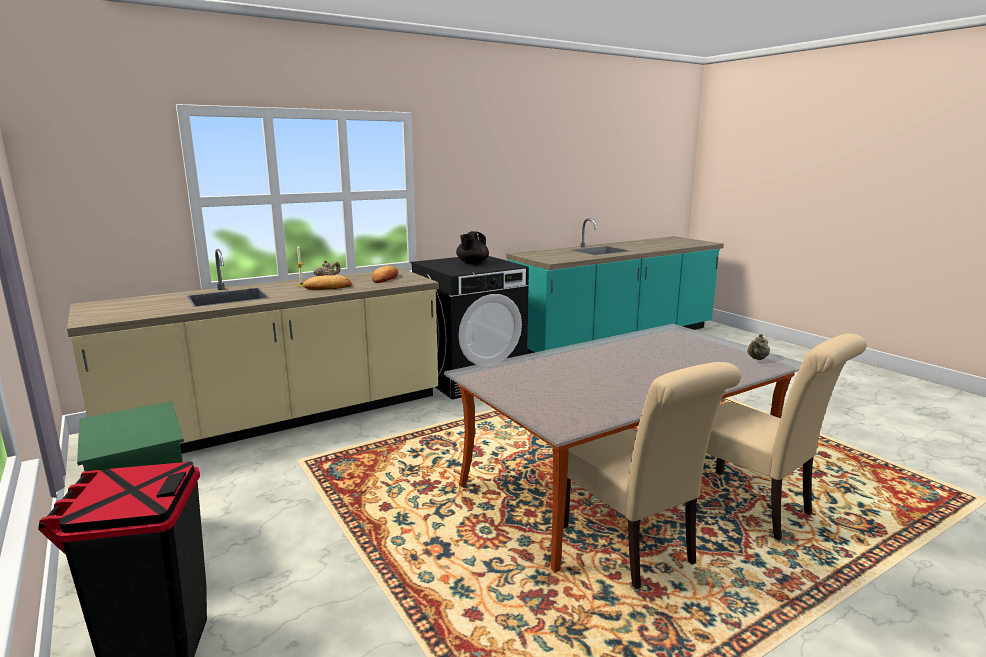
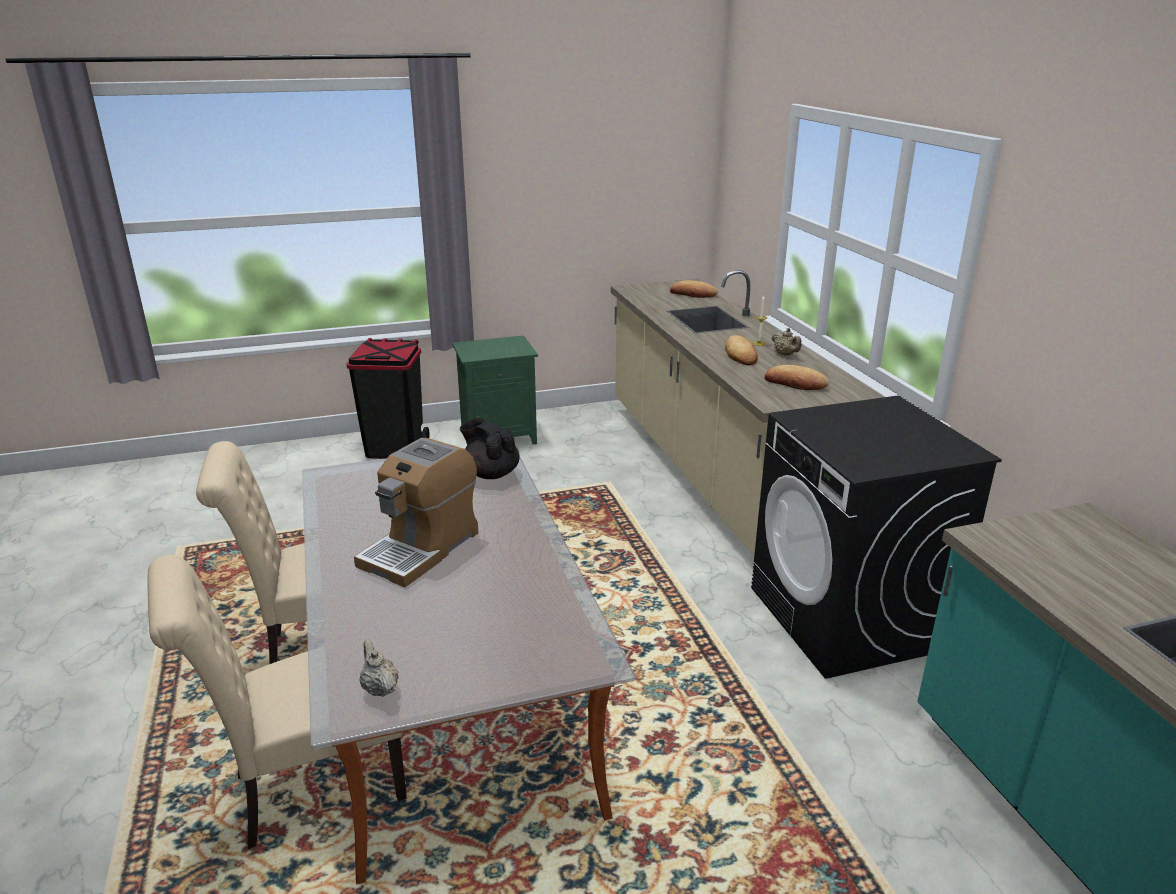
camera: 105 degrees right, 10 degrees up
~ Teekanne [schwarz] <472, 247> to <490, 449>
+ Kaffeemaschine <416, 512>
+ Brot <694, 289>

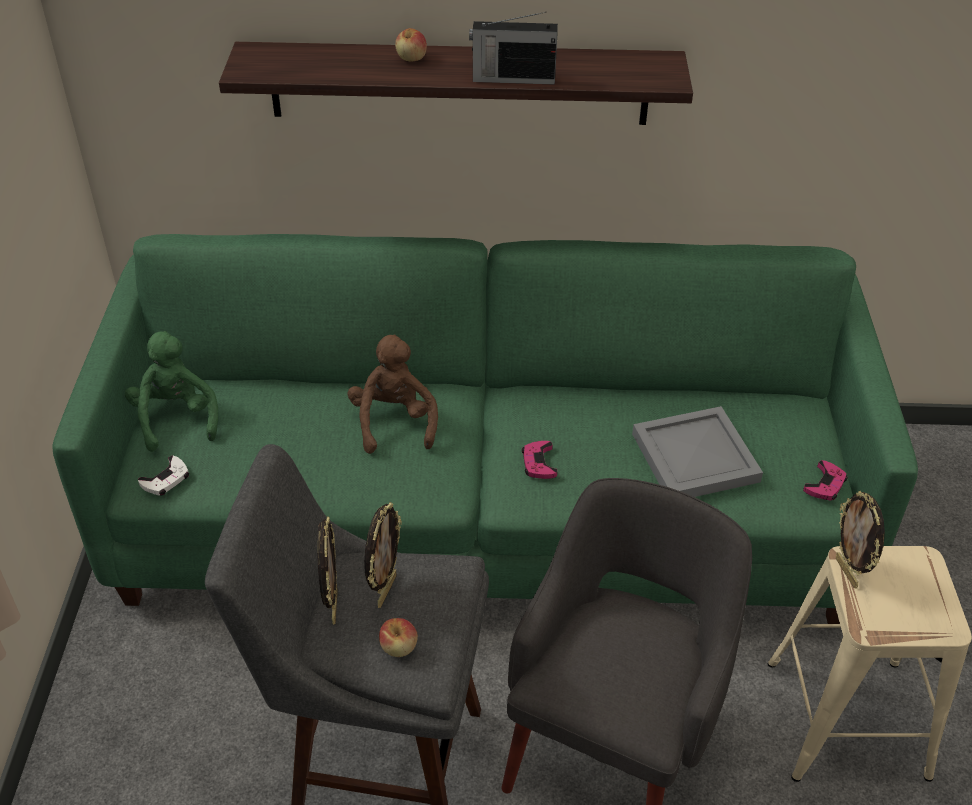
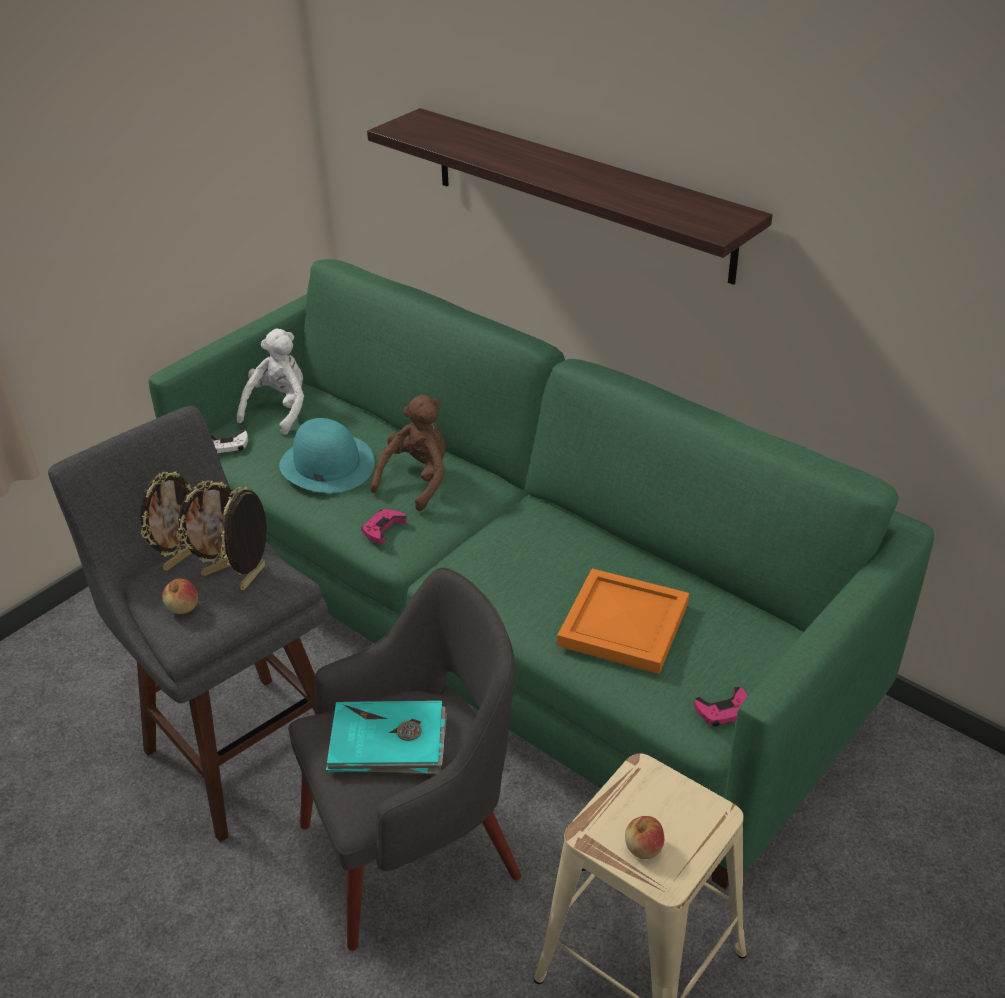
camera: 40 degrees right, 5 degrees down
~ Plüschtier [grün] <171, 391> to Plüschtier [weiß] <270, 382>
~ Apfel <411, 44> to <644, 837>
- Radio <513, 48>
~ Gamepad [rosa] <539, 460> to <384, 526>
~ Tablett [grau] <697, 451> to Tablett [orange] <623, 621>
~ Bilderrahmen <860, 540> to <244, 538>
+ Hut [türkis] <327, 455>
+ Buch [türkis] <386, 737>

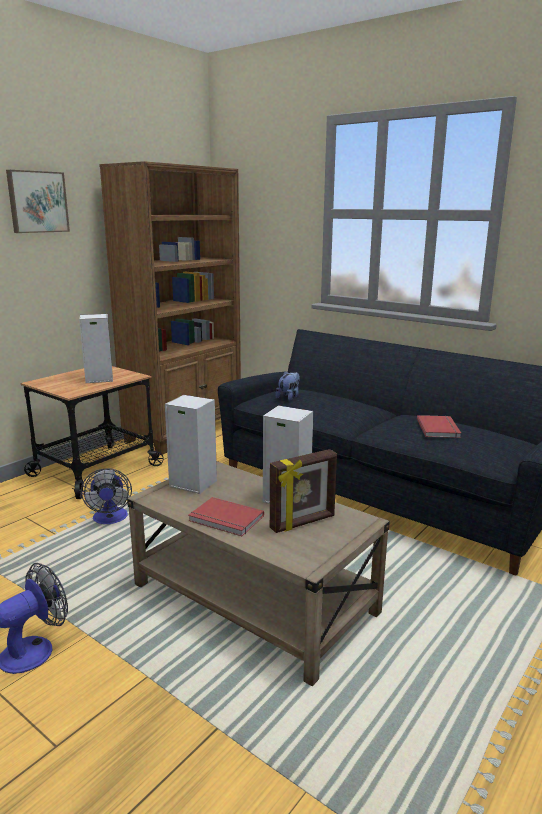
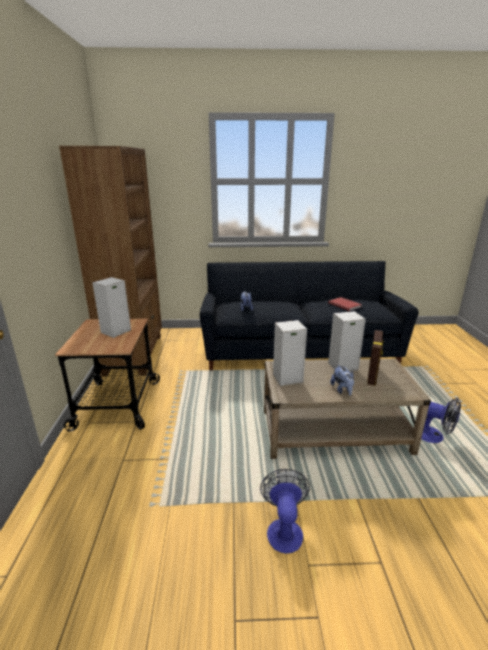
camera: 40 degrees left, 5 degrees up
- Bild <38, 201>
~ Ventilator <106, 496> to <441, 420>
~ Buch [rot] <226, 516> to Plüschtier <342, 380>

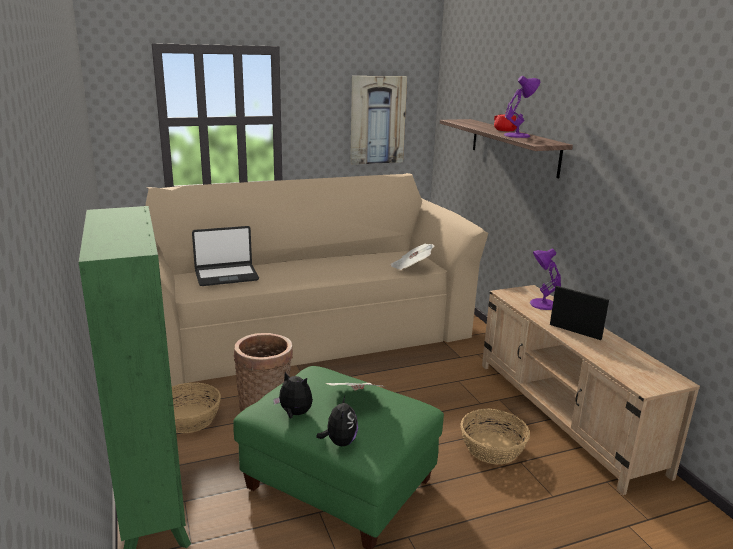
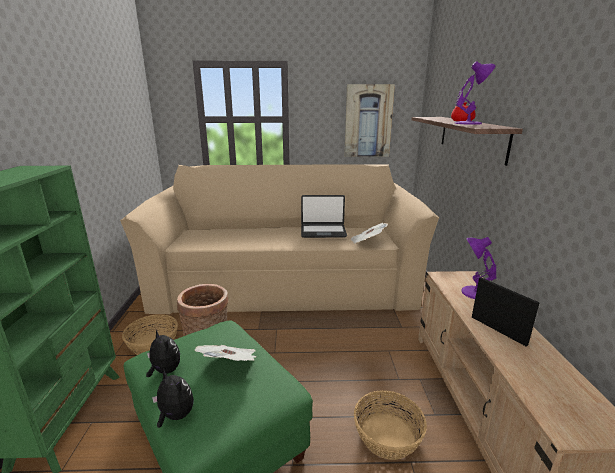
camera: 20 degrees right, 0 degrees up
~ Laptop <225, 256> to <324, 216>
~ Plüschtier <337, 421> = <173, 398> 75 degrees counterclockwise

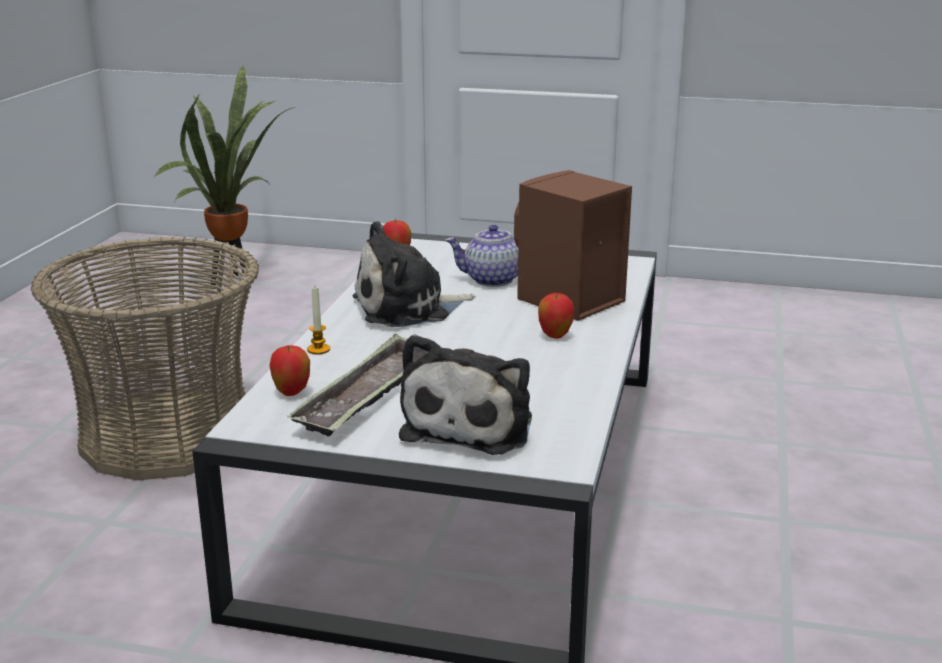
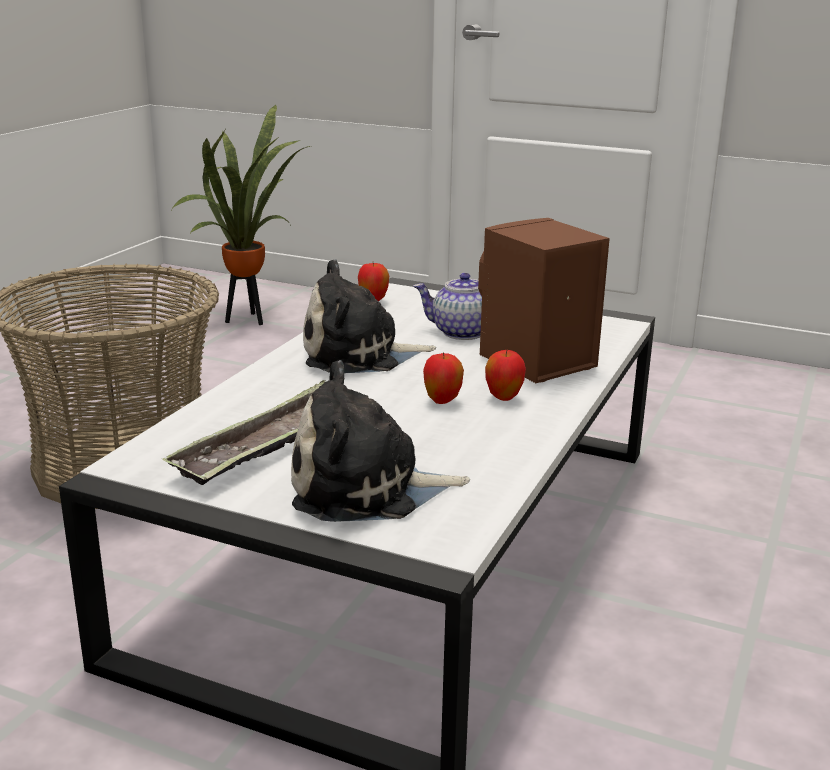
camera: 10 degrees right, 0 degrees up
~ Apfel <289, 370> to <443, 378>
- Kerze <318, 320>
~ Plüschtier <465, 394> = <380, 441> 60 degrees clockwise

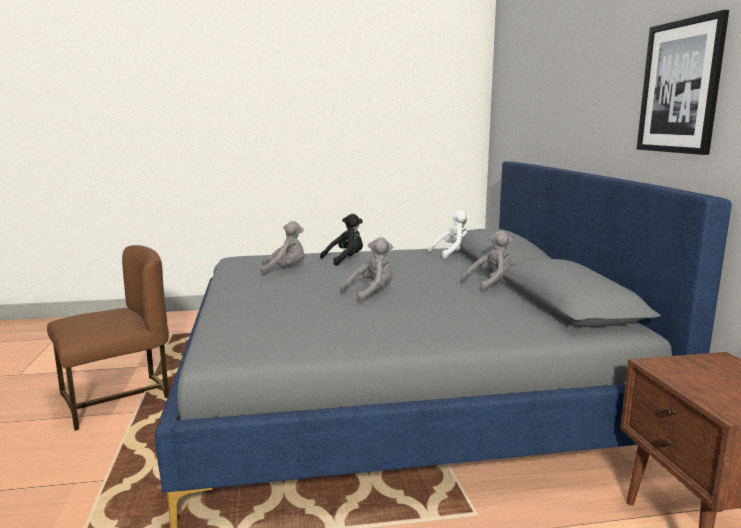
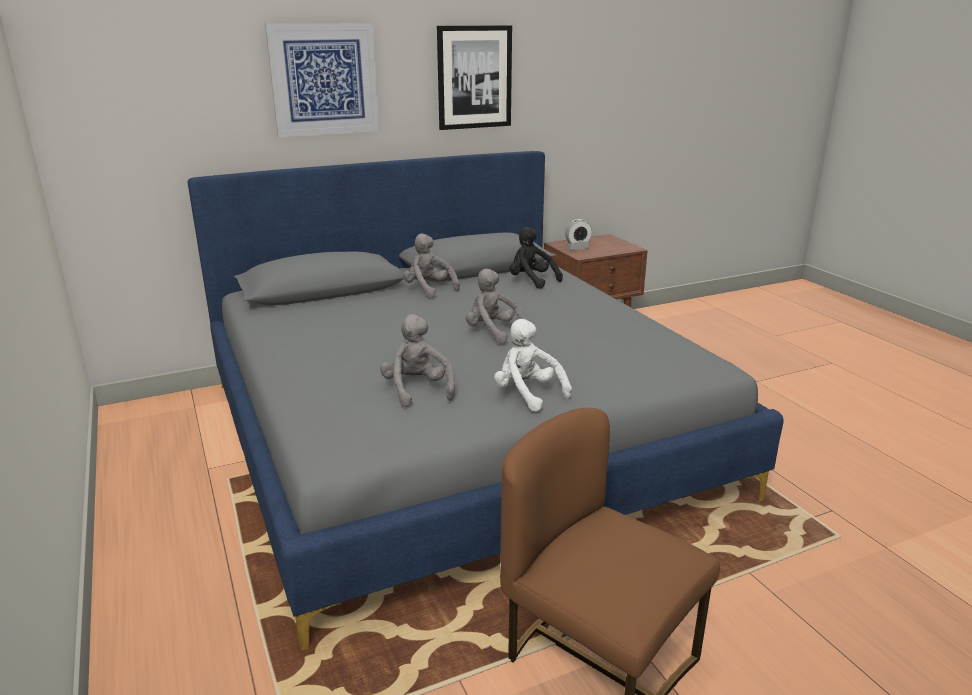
camera: 105 degrees left, 10 degrees up
~ Plüschtier [schwarz] <341, 240> to <536, 258>
~ Plüschtier [weiß] <449, 234> to <533, 365>
+ Bild <322, 80>
+ Wecker <578, 234>

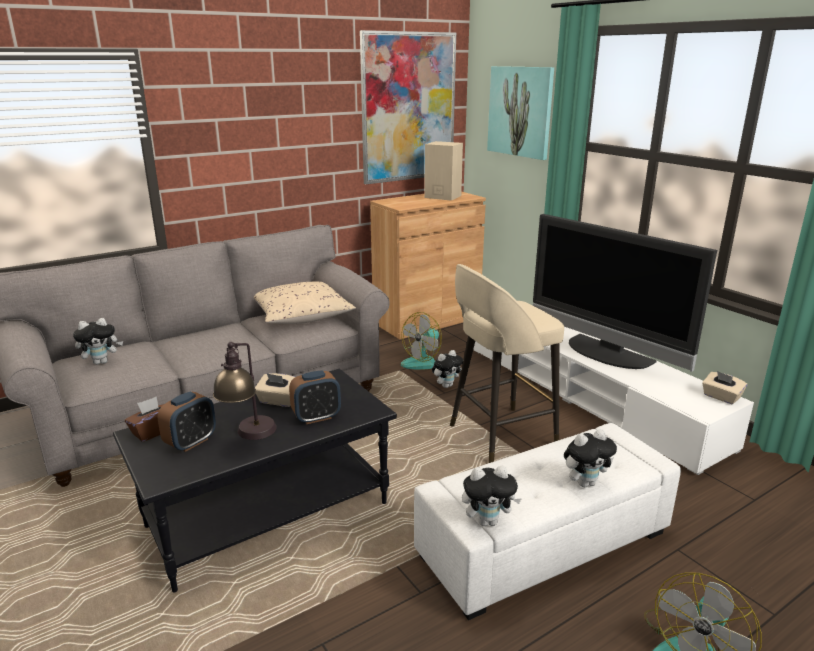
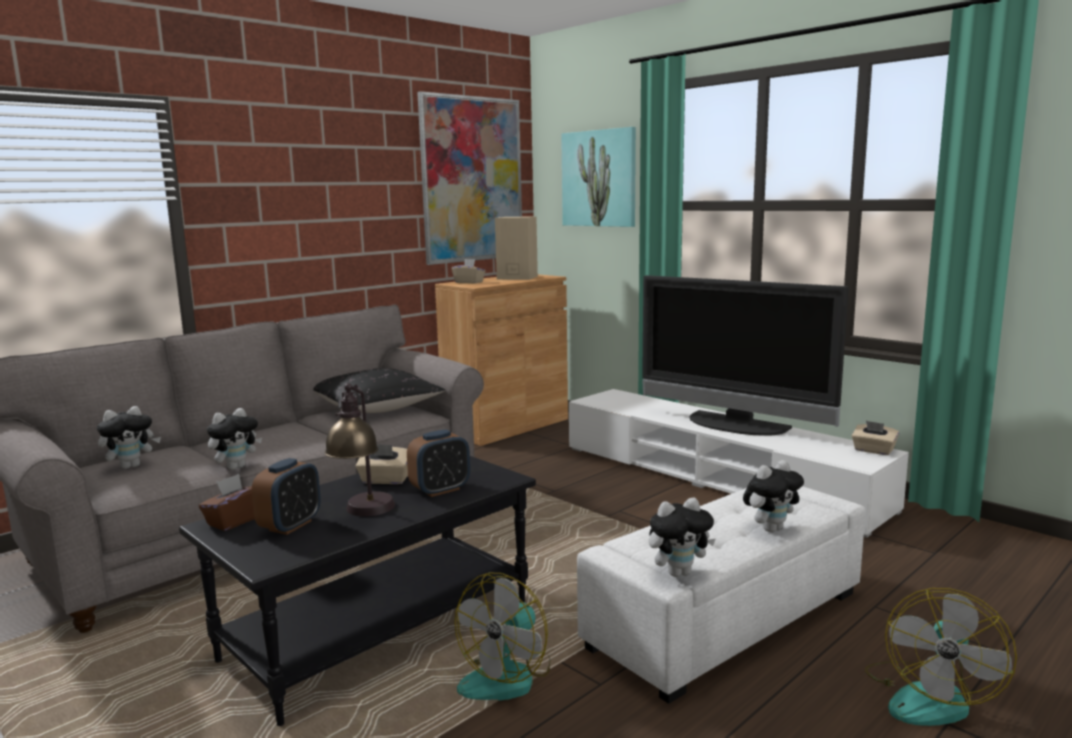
camera: 10 degrees left, 10 degrees down
~ Kissen [beige] <305, 303> to Kissen [schwarz] <379, 390>
~ Ventilator <421, 341> to <502, 637>
~ Plüschtier <447, 369> to <234, 439>
- Hocker [beige] <507, 363>
+ Taschentuchbox [beige] <469, 271>

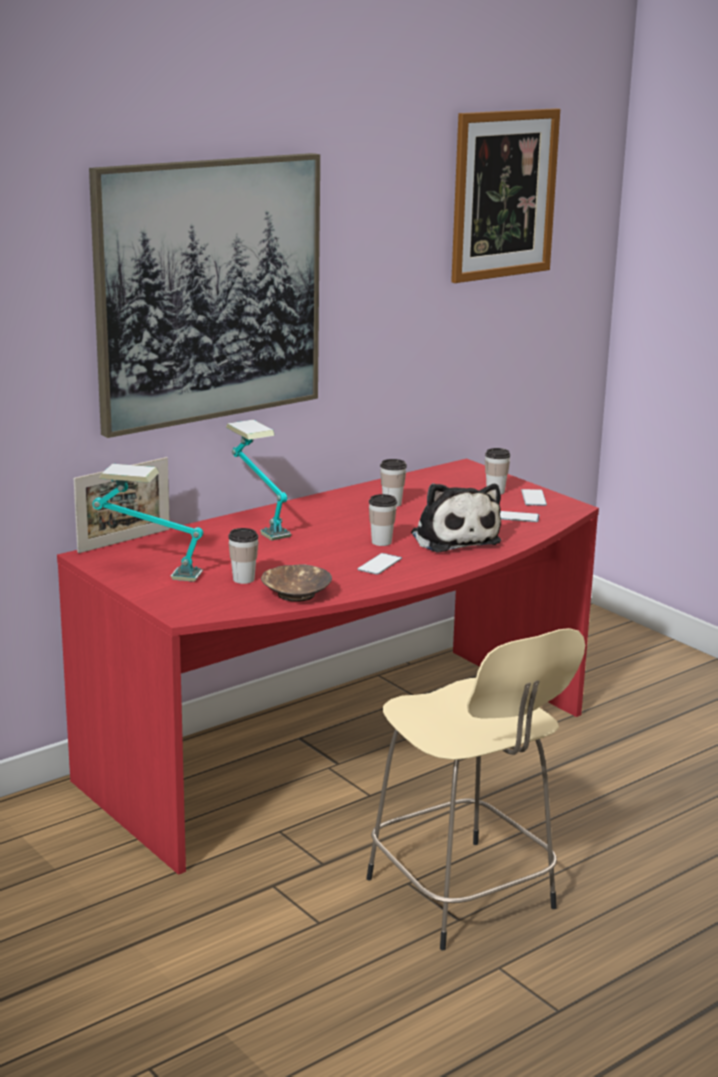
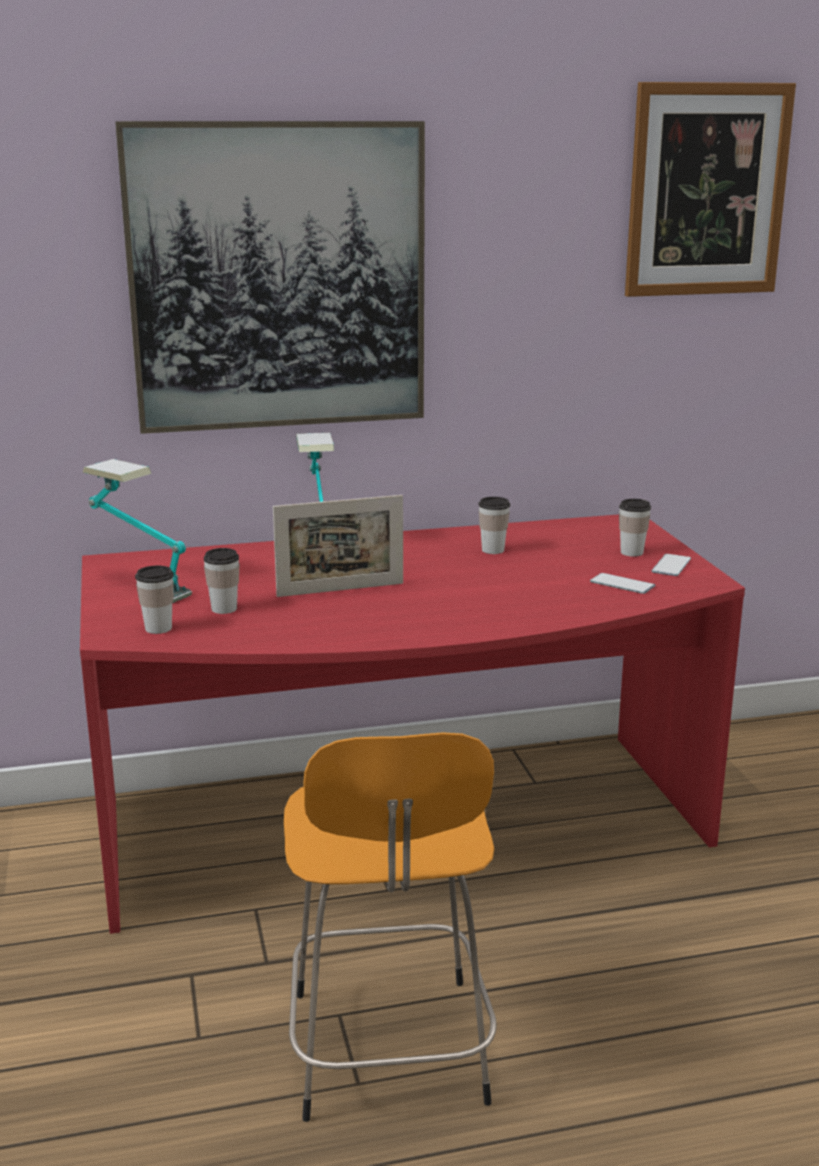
camera: 25 degrees right, 0 degrees up
~ Bilderrahmen <122, 505> to <338, 546>
- Schüssel [braun] <296, 583>
- Handy <379, 564>
~ Hocker [beige] <475, 789> to Hocker [orange] <390, 927>
~ Tasse <383, 520> to <154, 600>
- Plüschtier <456, 518>

